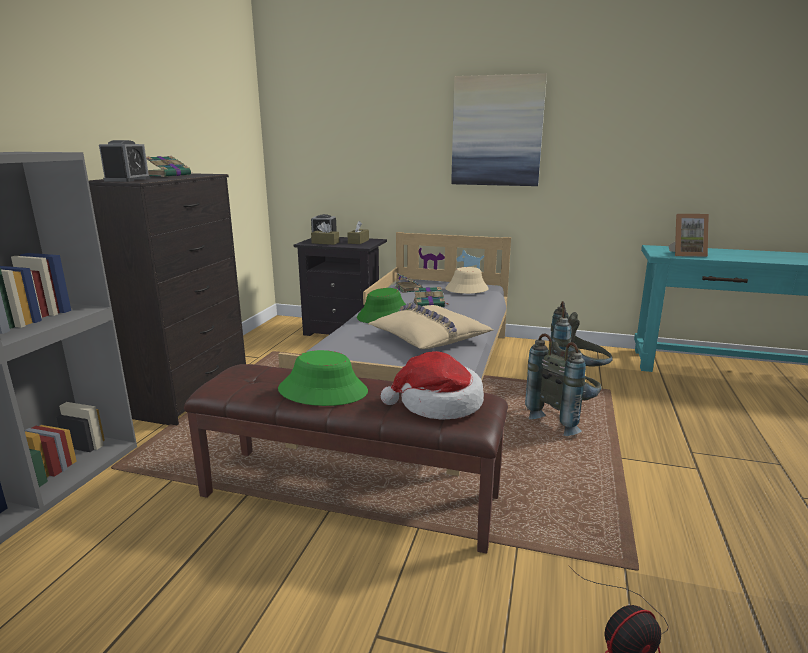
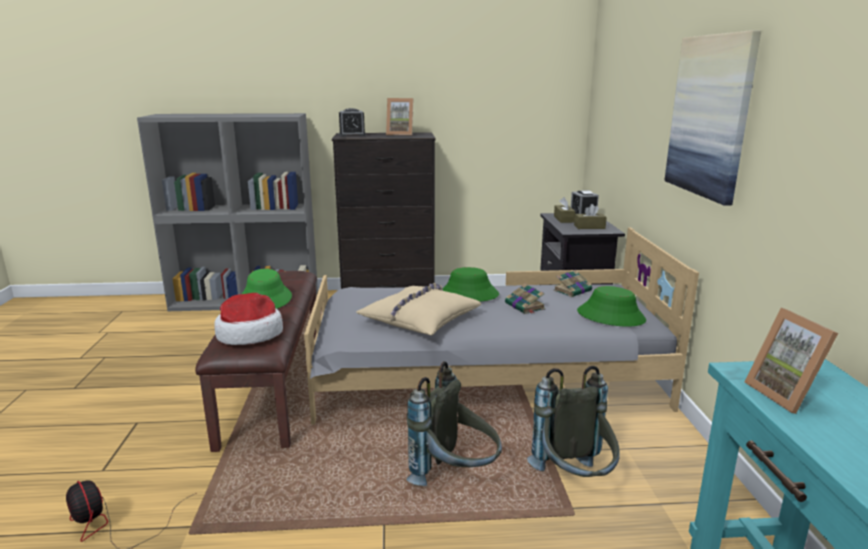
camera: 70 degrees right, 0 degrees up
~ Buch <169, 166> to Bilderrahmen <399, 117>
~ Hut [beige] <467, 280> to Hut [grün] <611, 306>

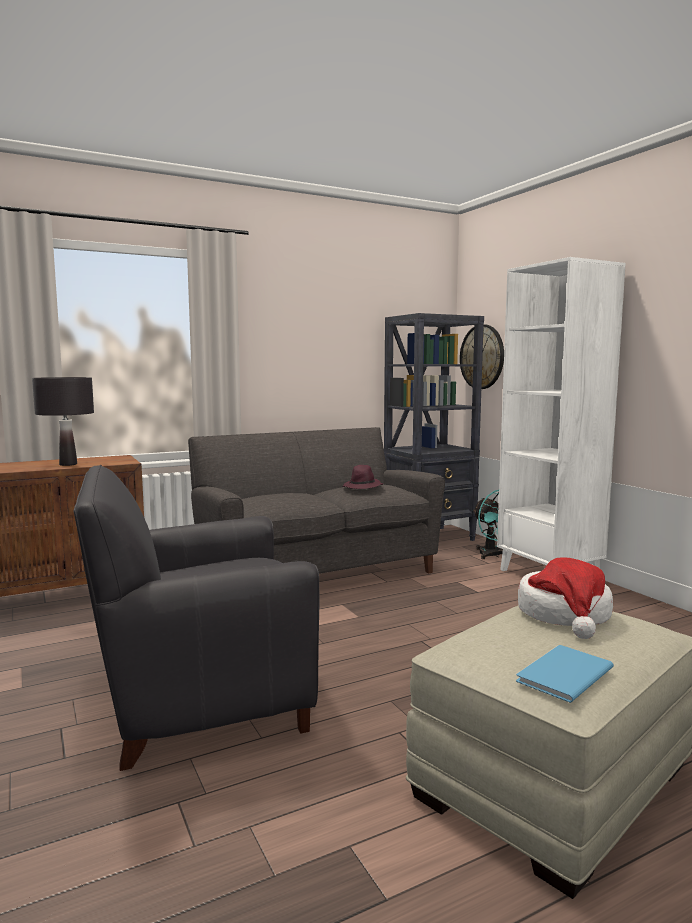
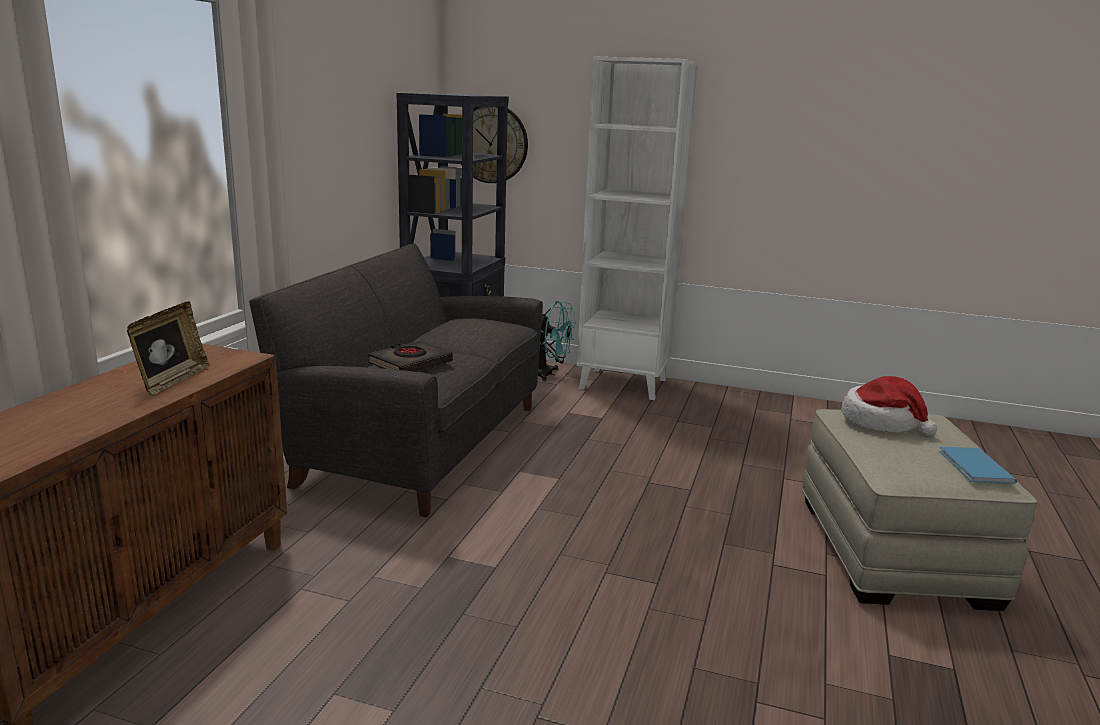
camera: 45 degrees left, 10 degrees up
~ Tischlampe [schwarz] <63, 421> to Bilderrahmen <168, 348>
- Sessel [schwarz] <196, 618>
- Hut [lila] <363, 477>
+ Buch [schwarz] <410, 355>

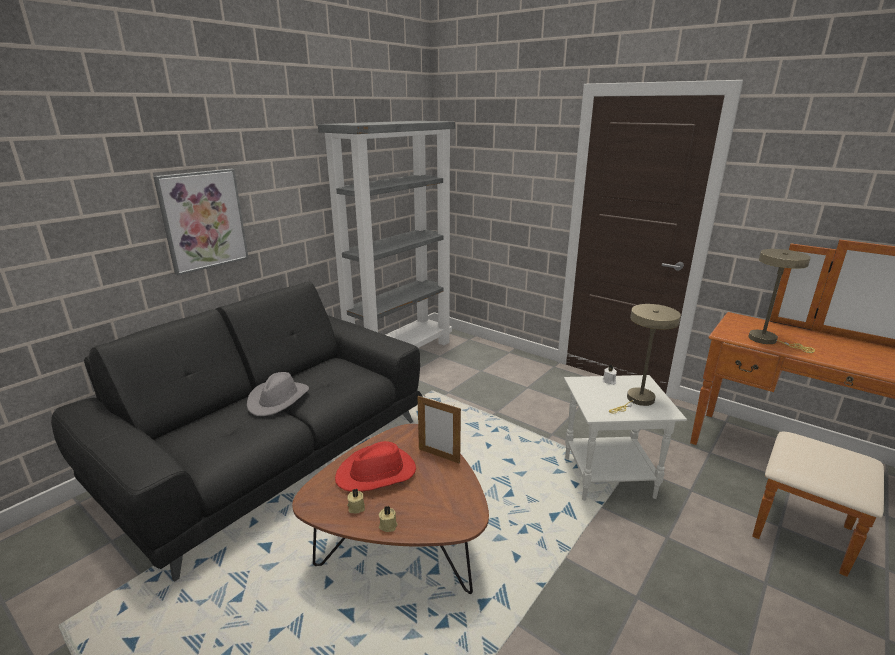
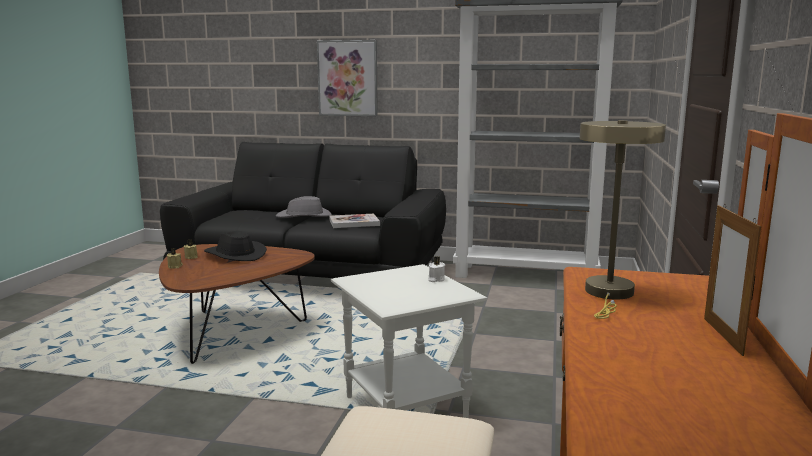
camera: 65 degrees right, 10 degrees down
~ Hut [rot] <375, 466> to Hut [schwarz] <235, 246>
~ Bilderrahmen <439, 429> to <732, 280>
- Tischlampe [beige] <645, 358>
+ Buch <354, 221>

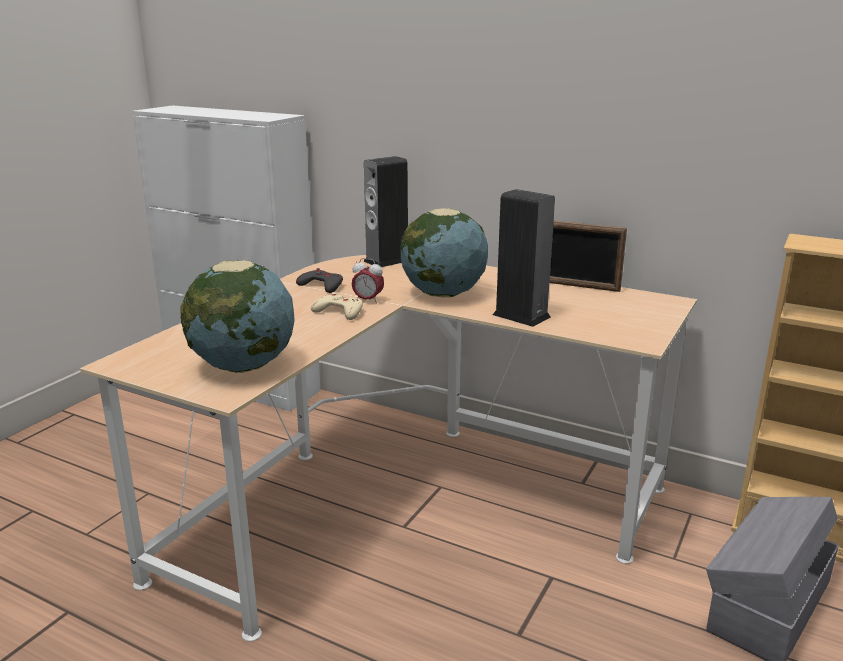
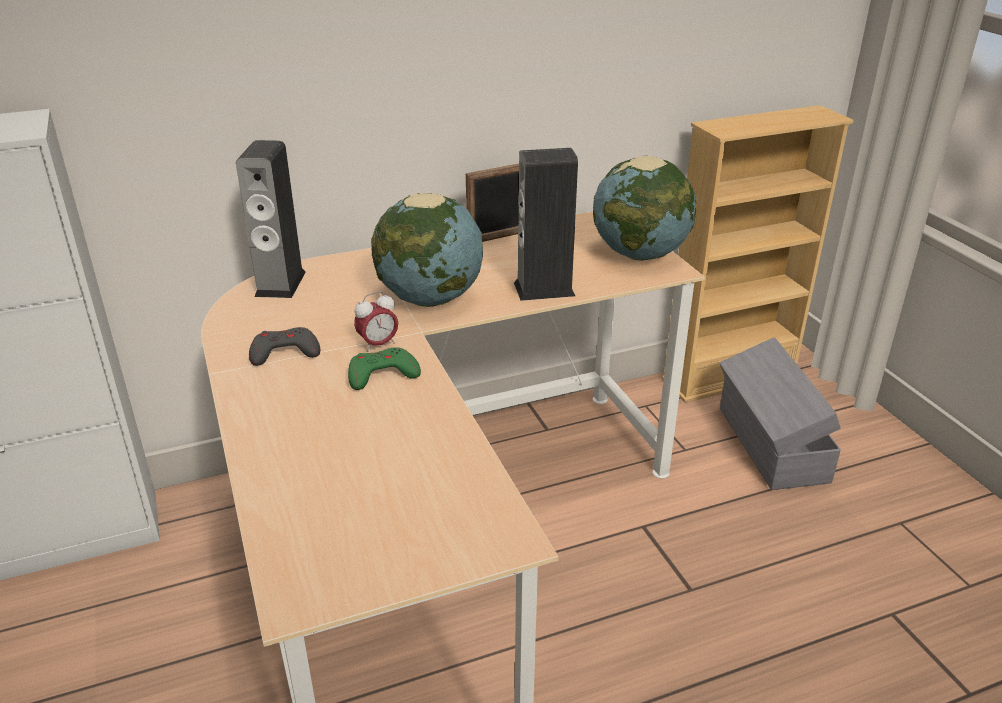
camera: 50 degrees left, 10 degrees up
~ Globus <237, 316> to <645, 208>
~ Gamepad [beige] <337, 306> to Gamepad [grün] <384, 368>

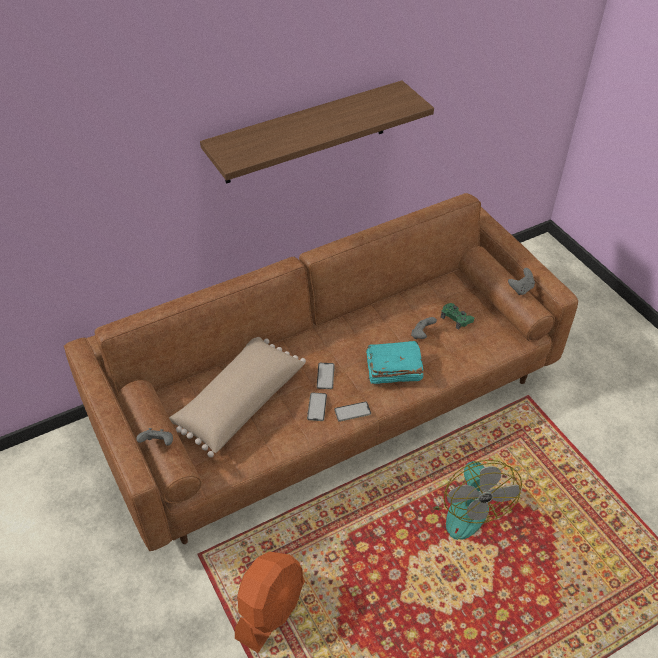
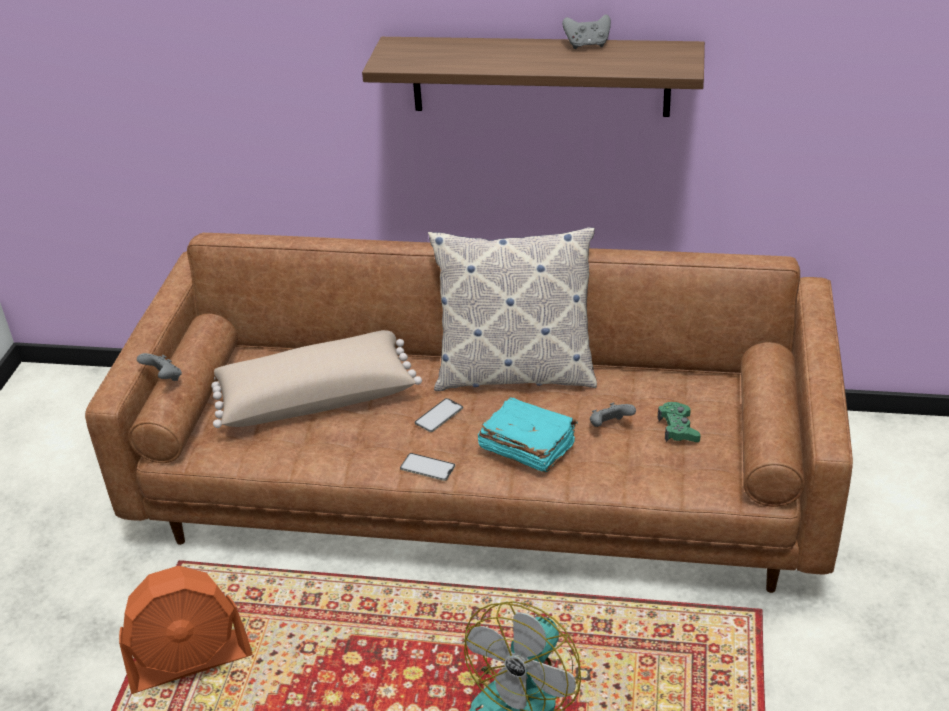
camera: 40 degrees right, 10 degrees down
- Handy <317, 406>
~ Gamepad [grau] <521, 281> to <586, 31>
+ Kissen <512, 309>

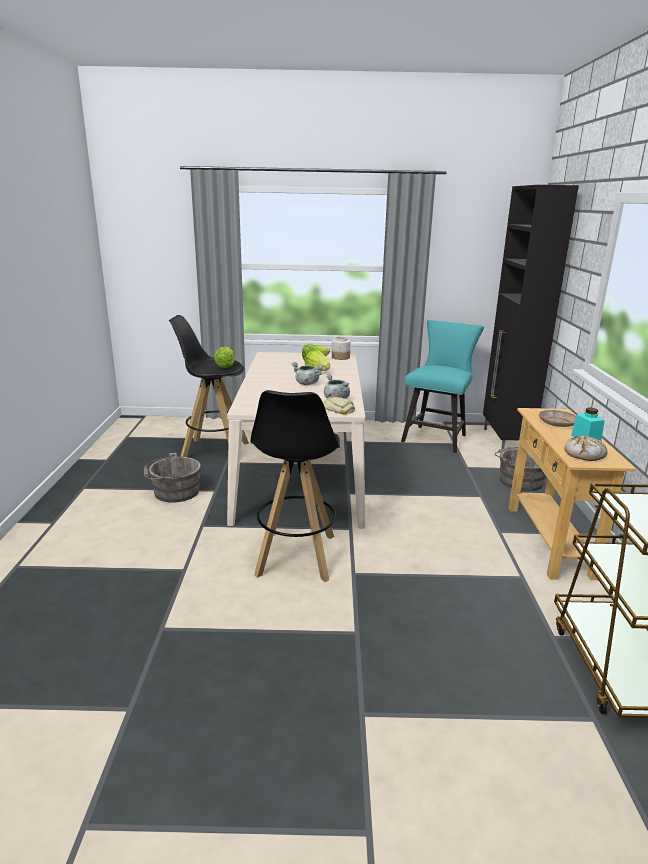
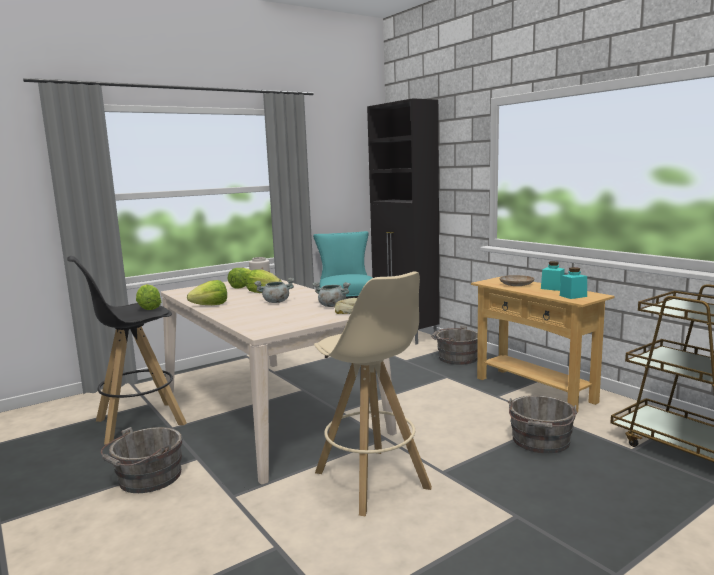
camera: 35 degrees left, 10 degrees down
~ Hocker [schwarz] <295, 486> to Hocker [beige] <373, 393>
~ Brot <586, 448> to Vorratsglas [türkis] <573, 283>
+ Salatkopf <207, 292>
+ Eimer [grau] <542, 424>

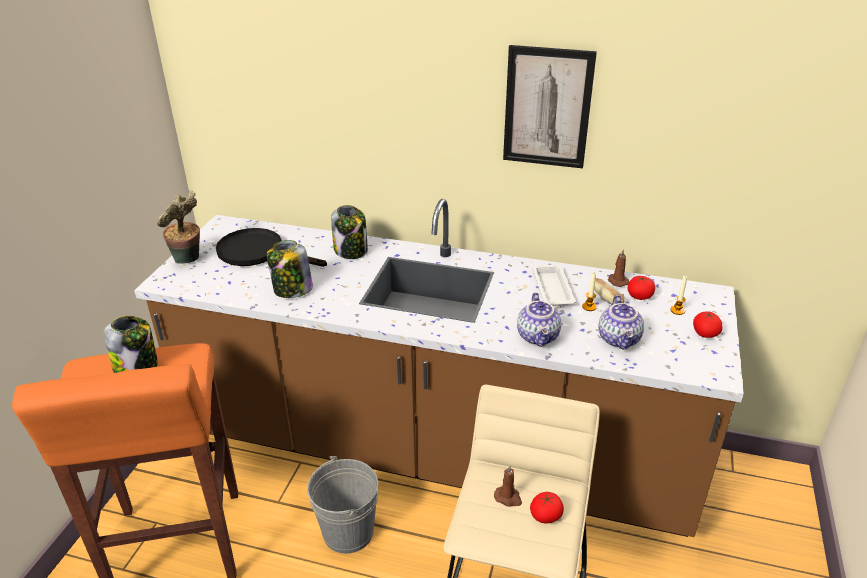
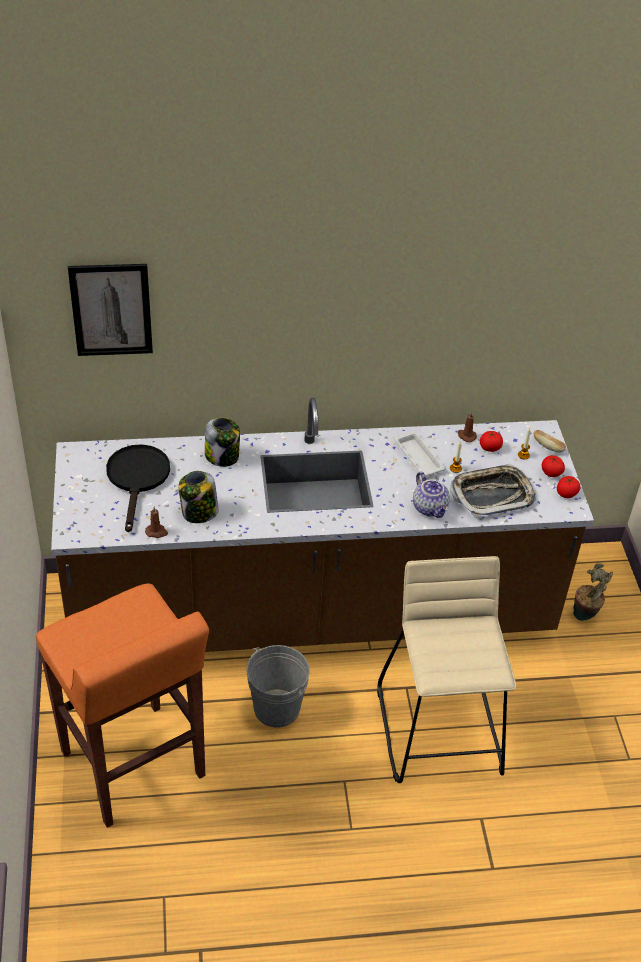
camera: 25 degrees left, 10 degrees up
- Vorratsglas <131, 344>
~ Topfpflanze <178, 227> to <593, 592>
~ Pfanne [schwarz] <271, 247> = <138, 488> 90 degrees clockwise
~ Kerze [braun] <508, 486> to <156, 522>
~ Bild <550, 106> to <110, 310>
~ Tomate <547, 508> to <568, 487>
~ Brot <609, 291> to <550, 441>
~ Teekanne <621, 322> to Tablett <493, 489>

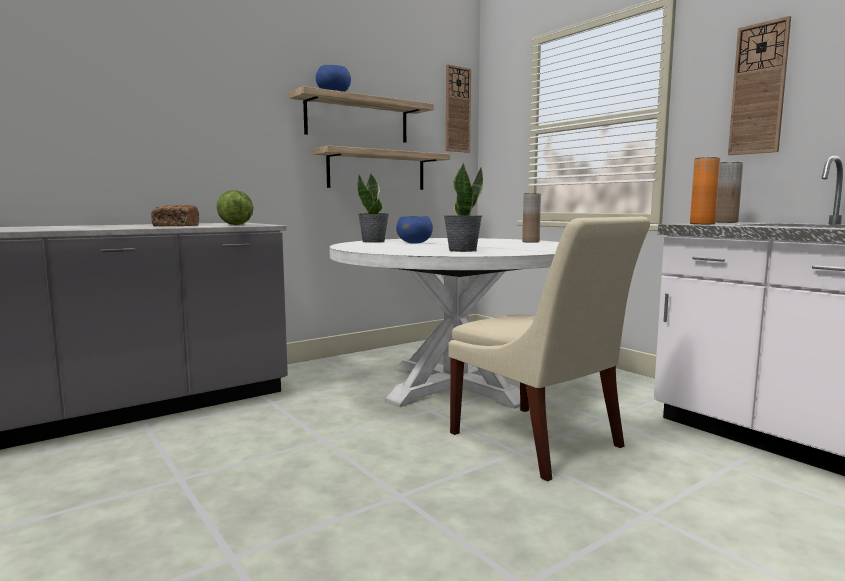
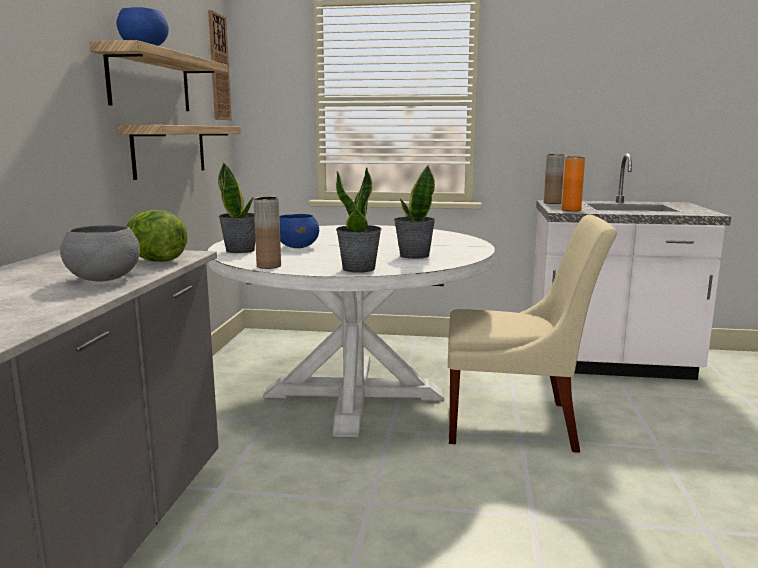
camera: 45 degrees left, 5 degrees up
~ Brot <175, 215> to Schüssel [grau] <100, 253>
~ Vase [braun] <531, 218> to <267, 233>
- Wanduhr <759, 85>
+ Topfpflanze <358, 220>

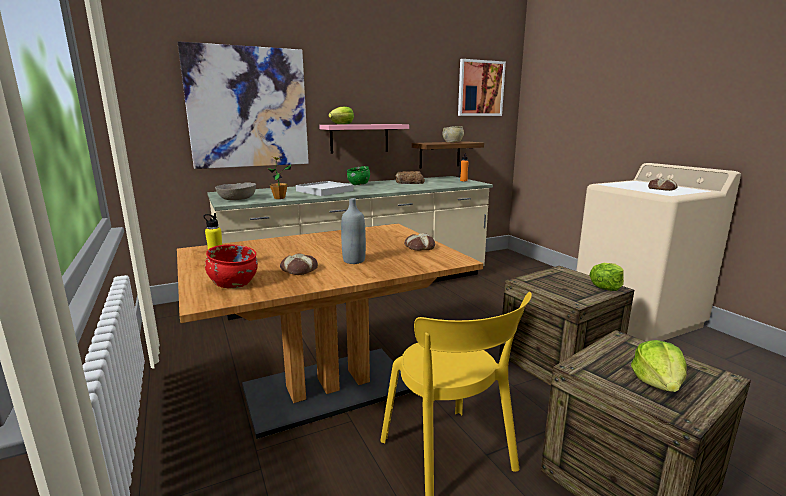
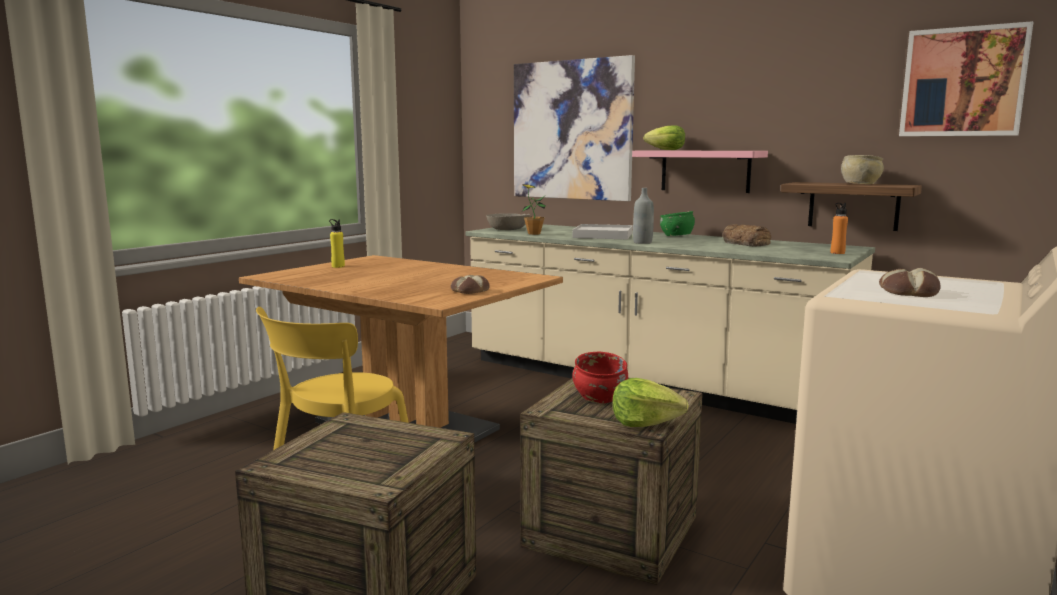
camera: 60 degrees right, 5 degrees down
~ Schüssel [rot] <231, 266> to <600, 377>
- Brot <299, 264>
~ Flasche [grau] <353, 231> to <643, 216>
- Salatkopf <659, 366>

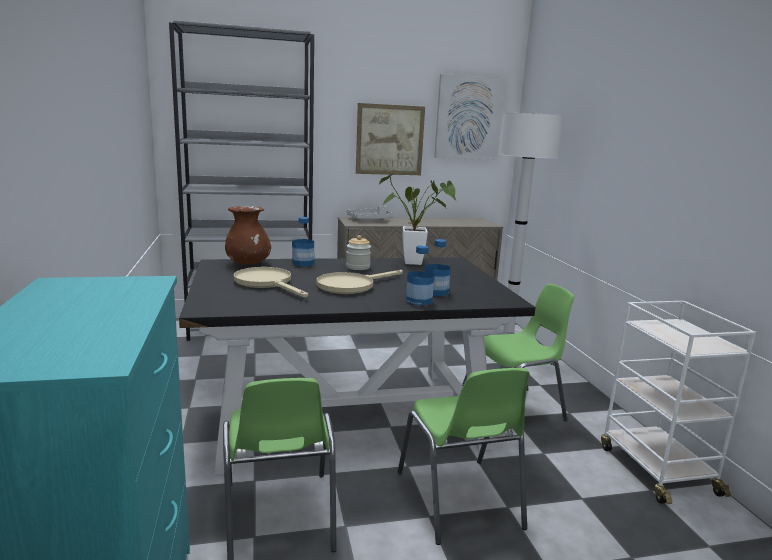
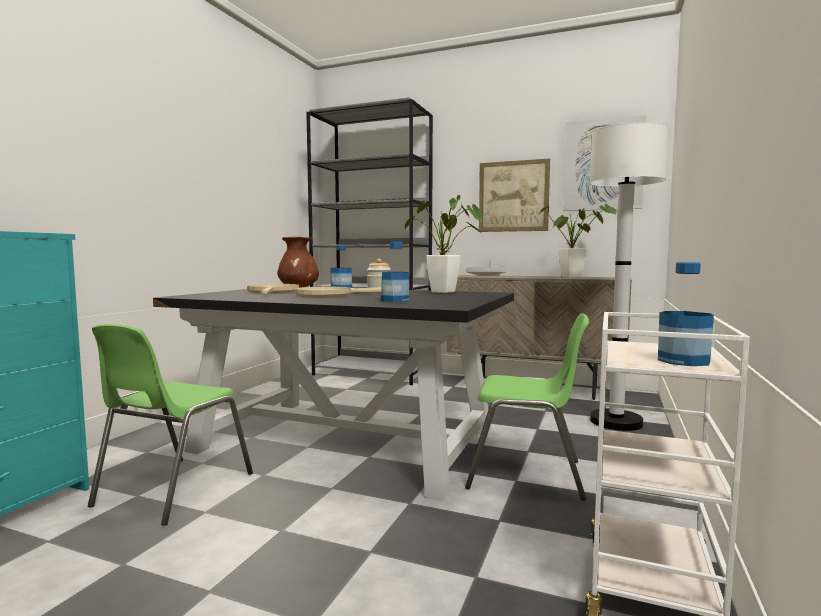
camera: 35 degrees right, 10 degrees down
- Stuhl [grün] <464, 456>
~ Flasche <420, 275> to <686, 314>
+ Topfpflanze <578, 241>

